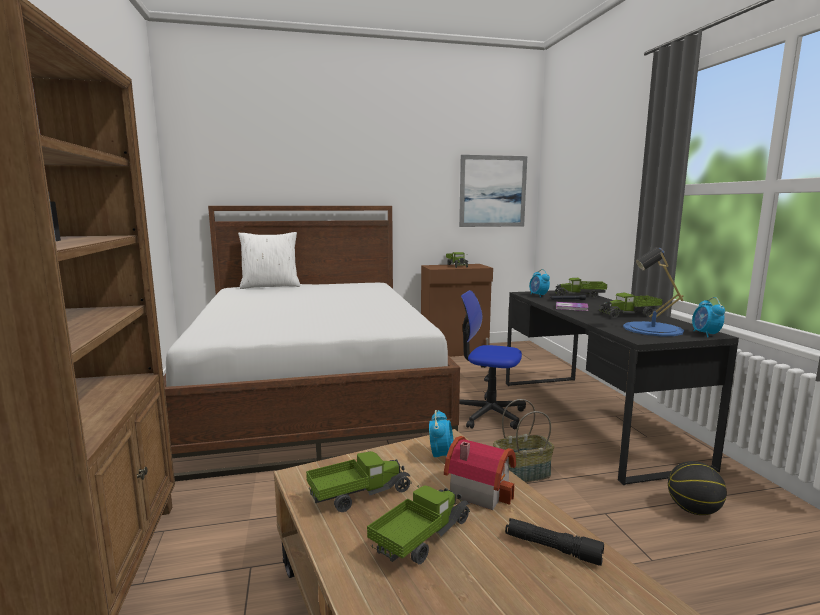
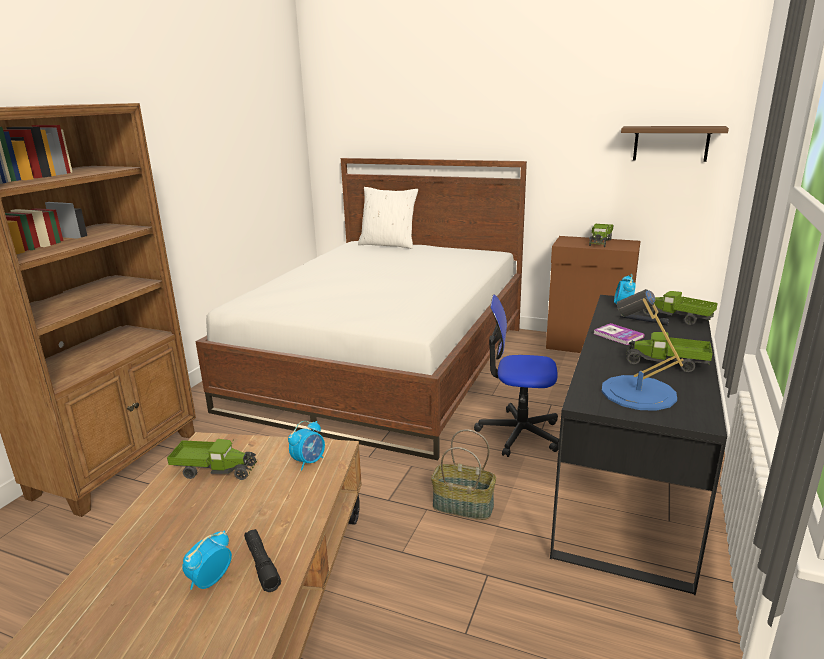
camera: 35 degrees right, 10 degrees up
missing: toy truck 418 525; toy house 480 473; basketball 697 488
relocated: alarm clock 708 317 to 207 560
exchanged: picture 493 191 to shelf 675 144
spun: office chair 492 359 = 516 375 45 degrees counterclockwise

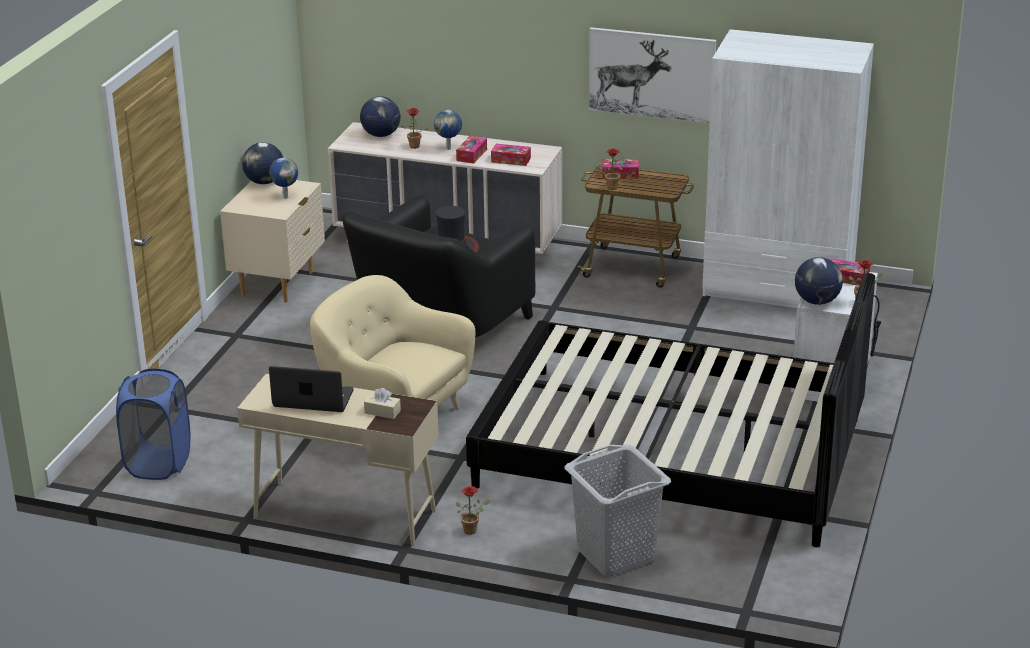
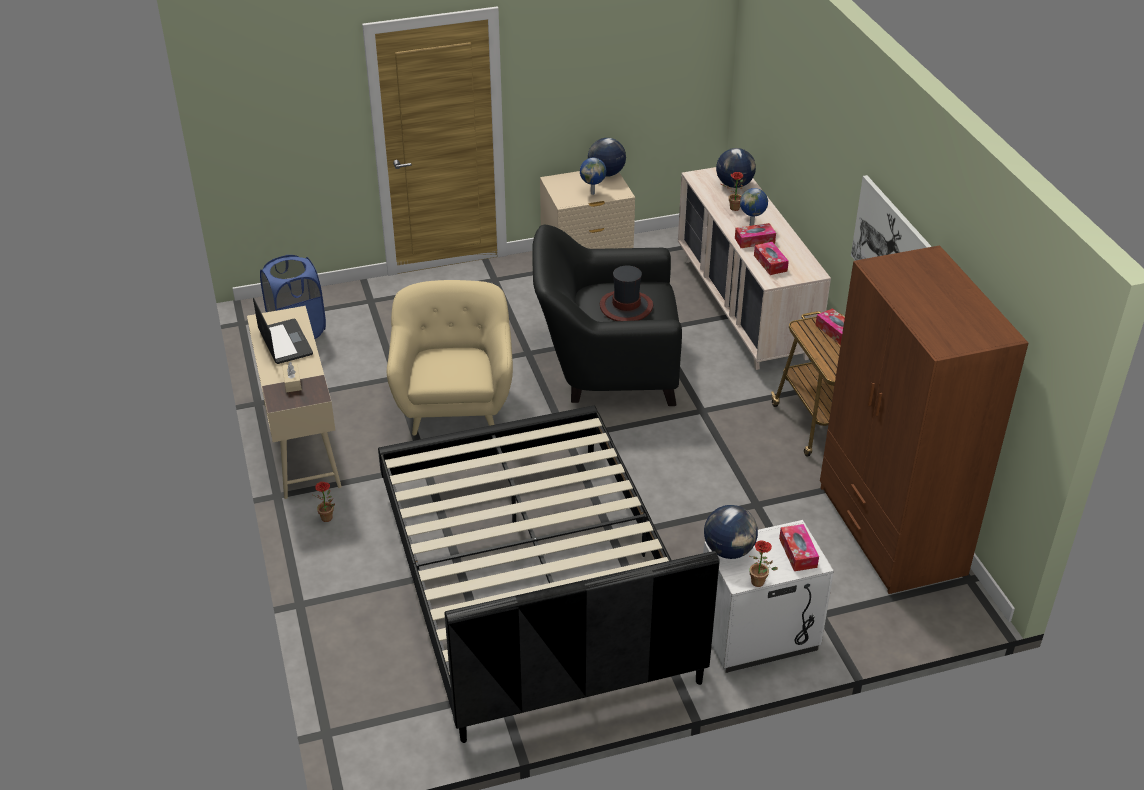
camera: 55 degrees right, 10 degrees up
missing: grey laundry basket 617 511; potted plant 611 169
colour: white wardrobe 788 168 to brown wardrobe 924 419

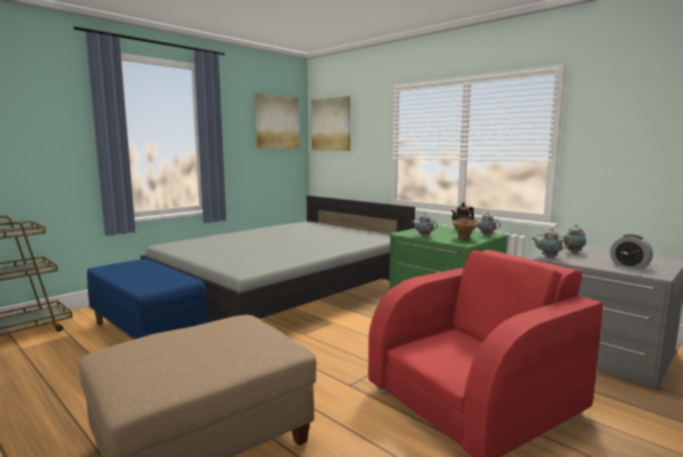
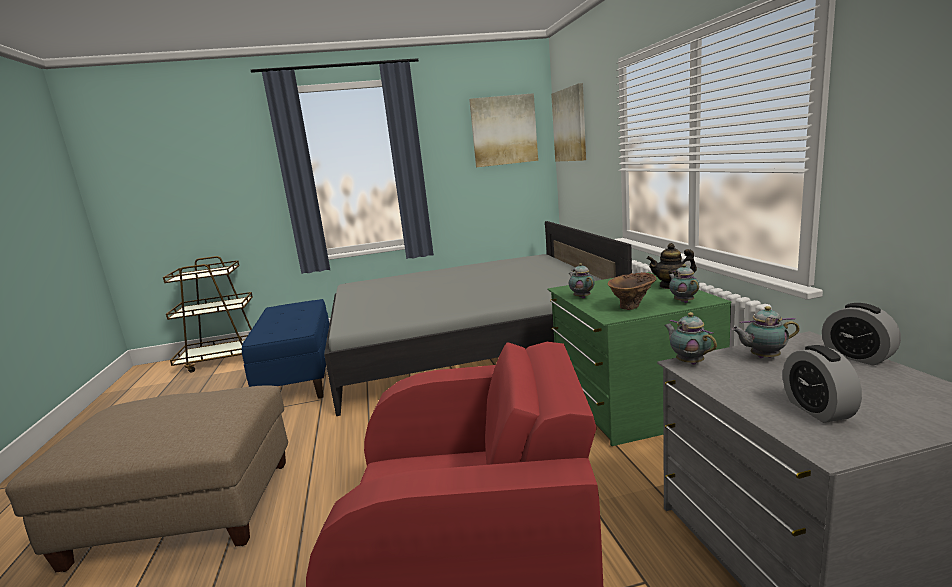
camera: 35 degrees right, 5 degrees up
appeared: alarm clock 861 334

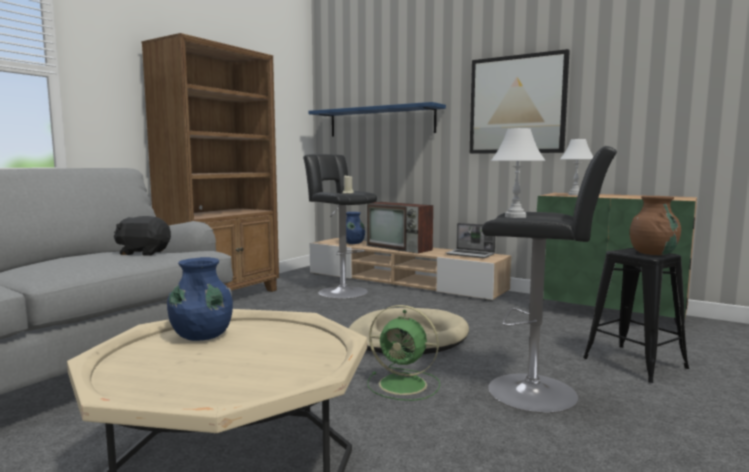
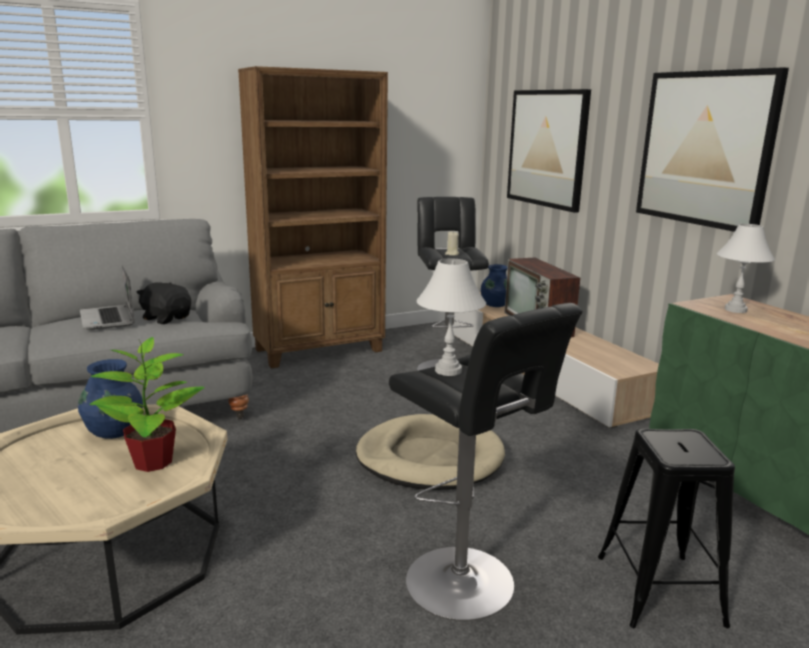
camera: 30 degrees right, 10 degrees up
missing: green fan 404 353; brown vase 655 225
appeared: potted plant 147 404
relocated: laptop 471 240 to 107 297
exchanged: blue shelf 377 119 to picture 549 151

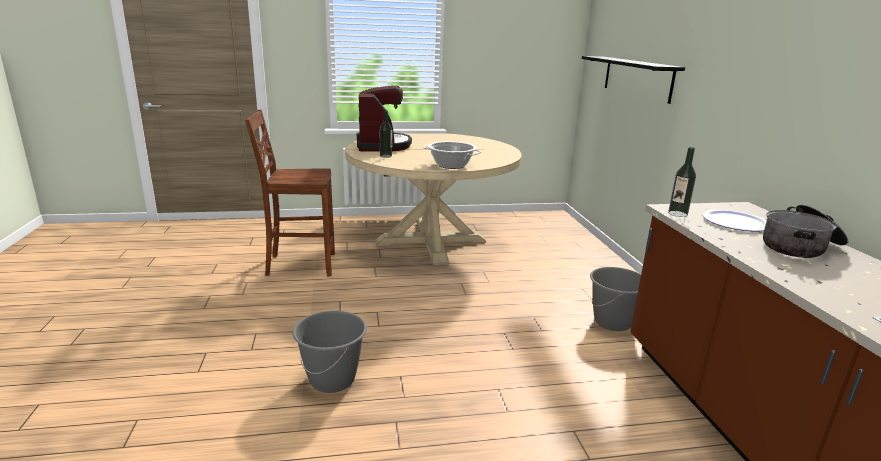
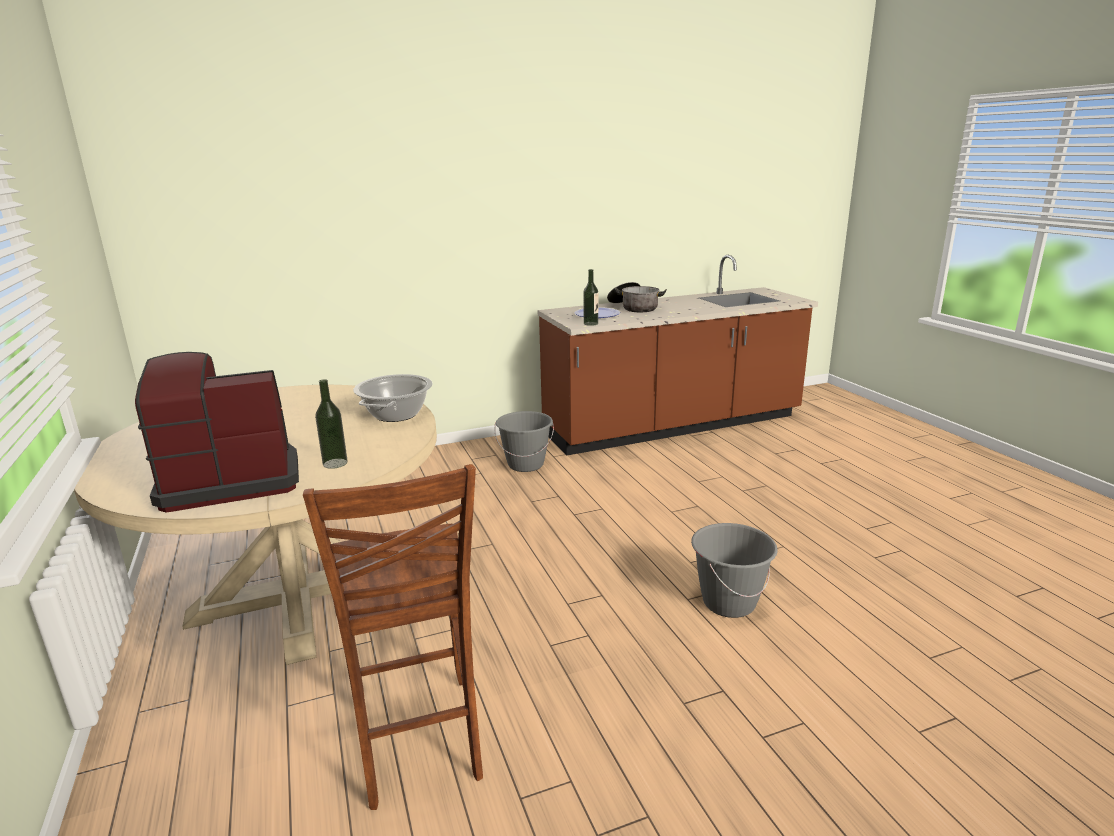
camera: 100 degrees left, 0 degrees up
missing: black shelf 633 80

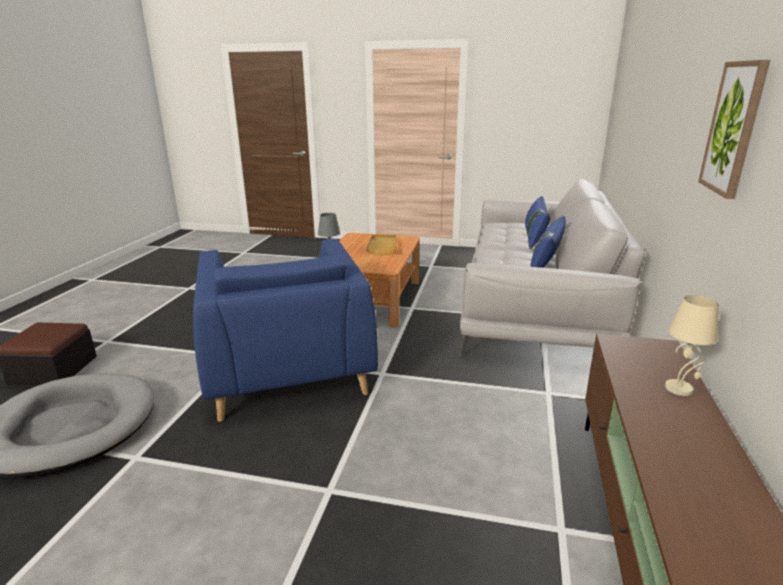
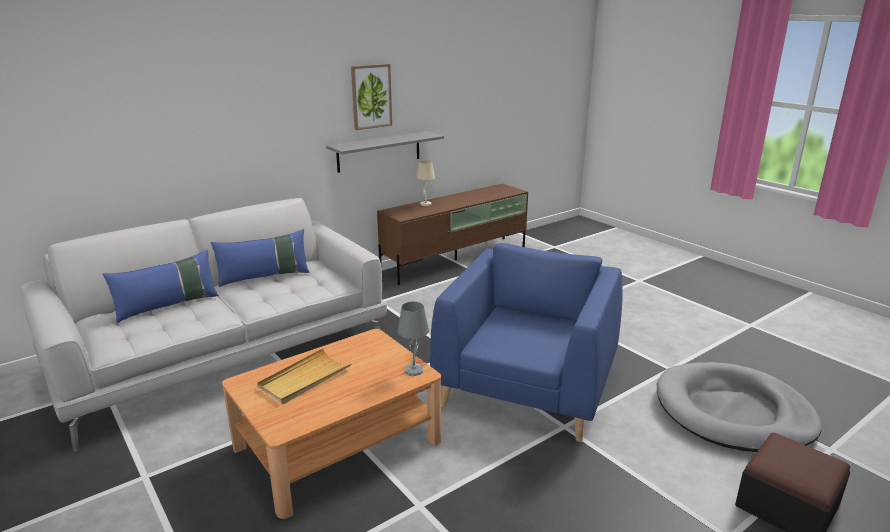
camera: 140 degrees left, 0 degrees up
appeared: grey shelf 385 152

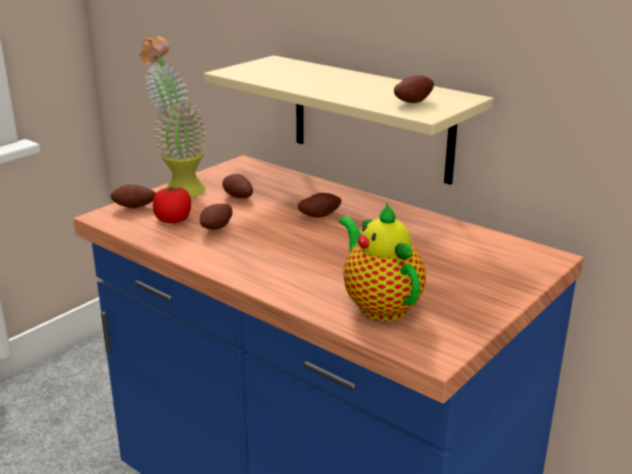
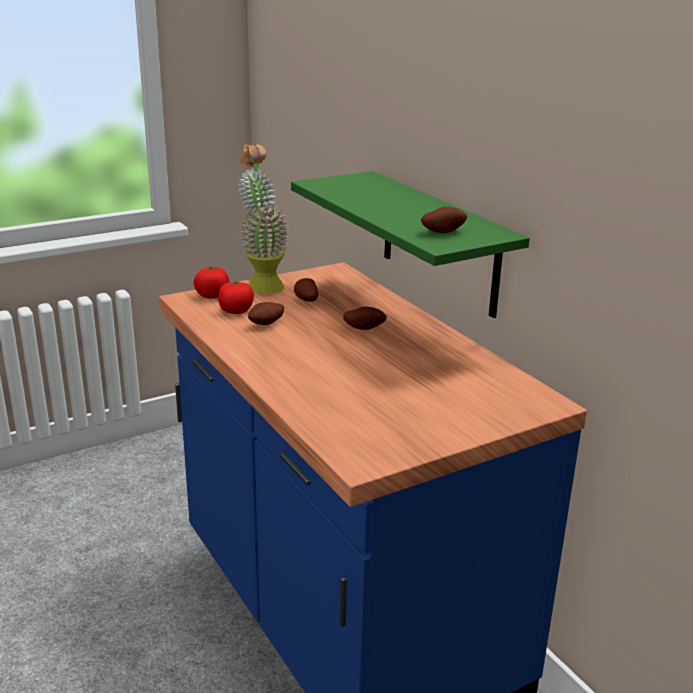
camera: 20 degrees right, 0 degrees up
missing: teapot 382 261
exchanged: potato 133 196 to tomato 211 282
colour: beige shelf 349 120 to green shelf 410 244

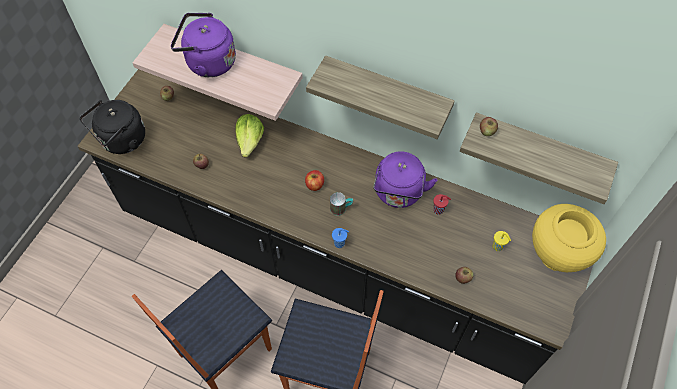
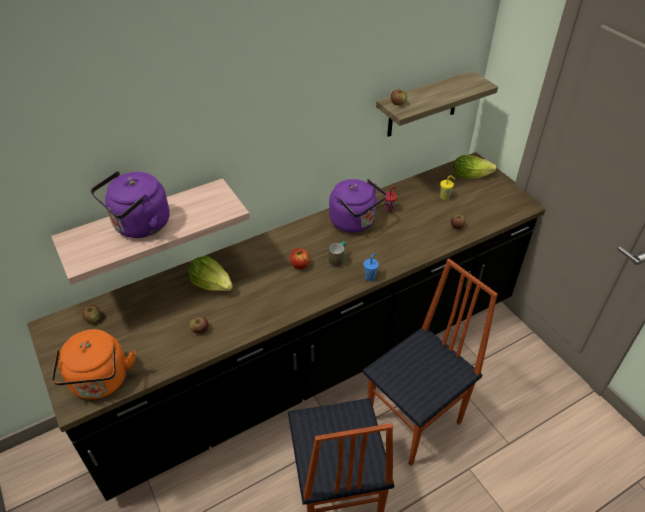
camera: 55 degrees left, 15 degrees down
missing: shelf 380 97
exchanged: yellow vase 569 238 to lettuce 475 167
colour: black kettle 112 127 to orange kettle 93 364

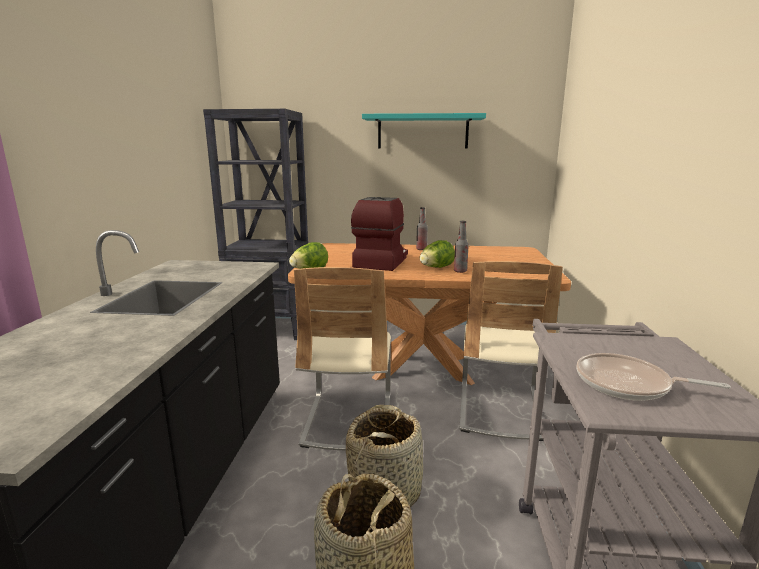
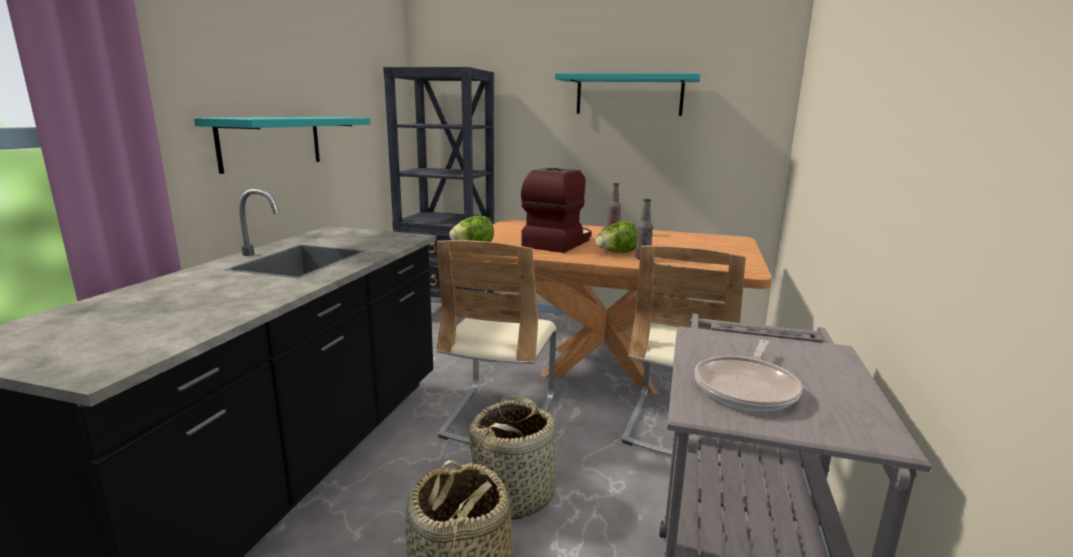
camera: 10 degrees right, 0 degrees up
appeared: turquoise shelf 282 145
spun: frying pan 653 377 = 748 375 90 degrees counterclockwise

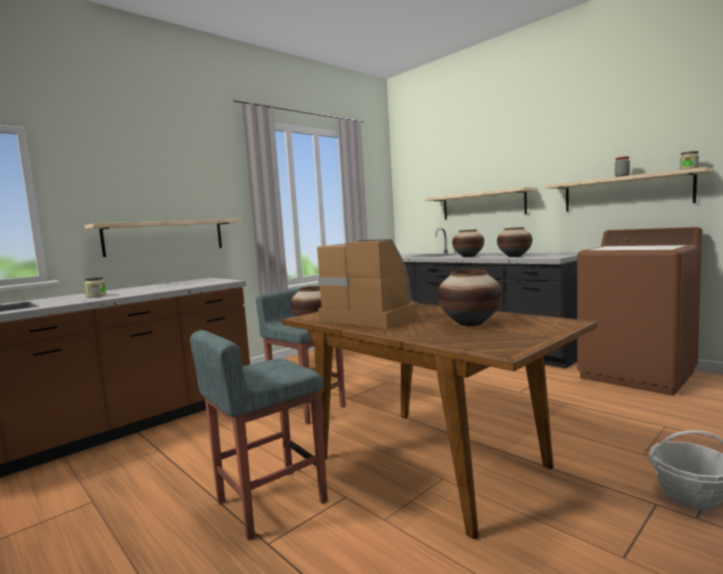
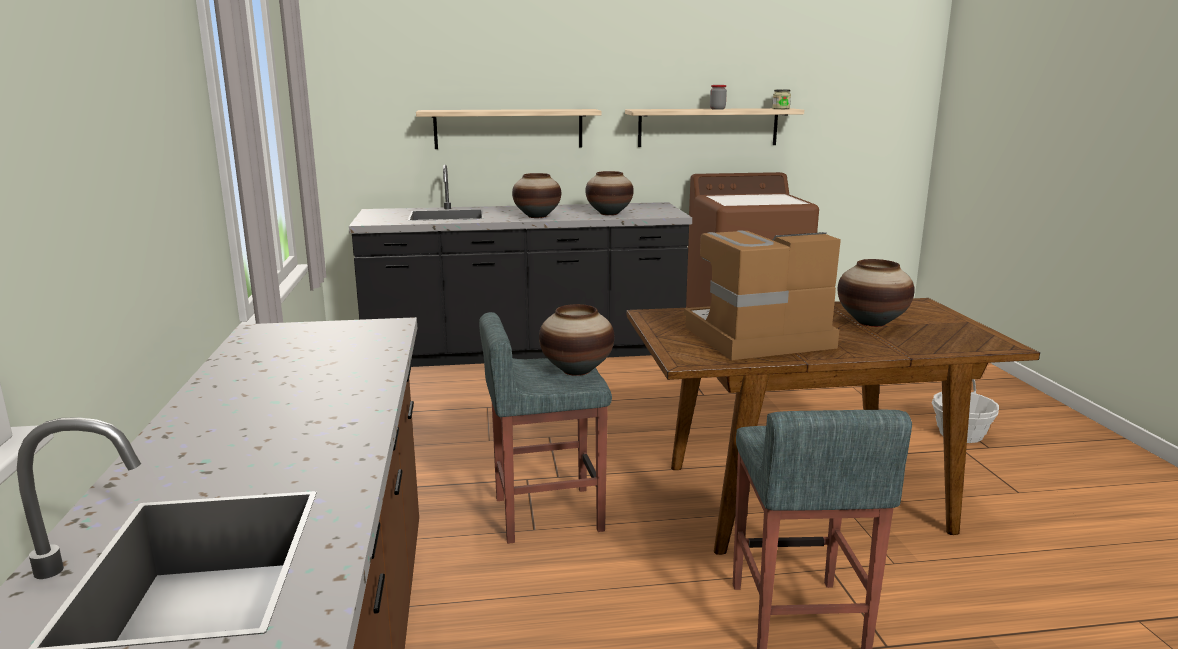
camera: 55 degrees left, 10 degrees up
missing: jar 95 287; shelf 163 238

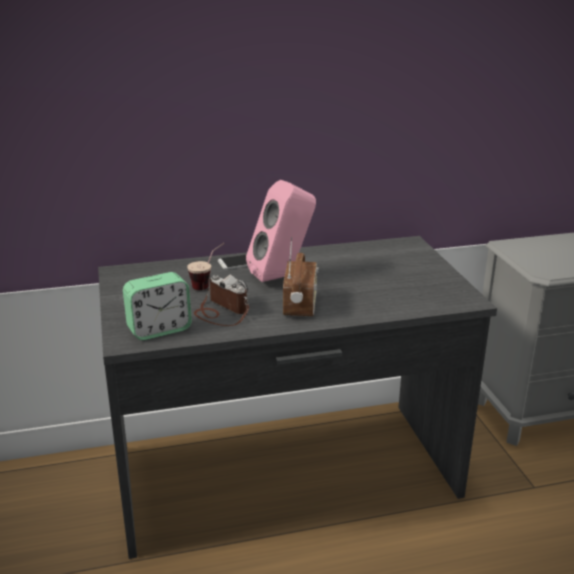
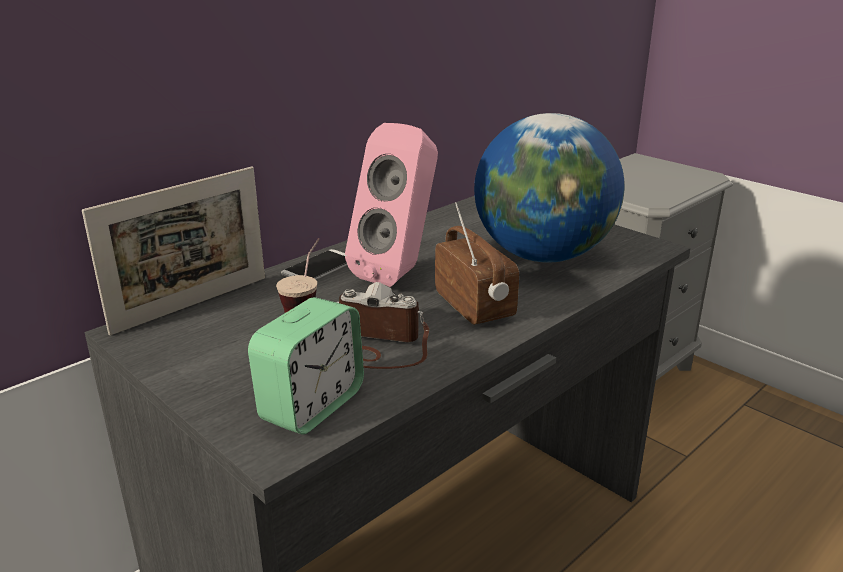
camera: 30 degrees left, 0 degrees up
appeared: picture frame 173 251; globe 549 188

